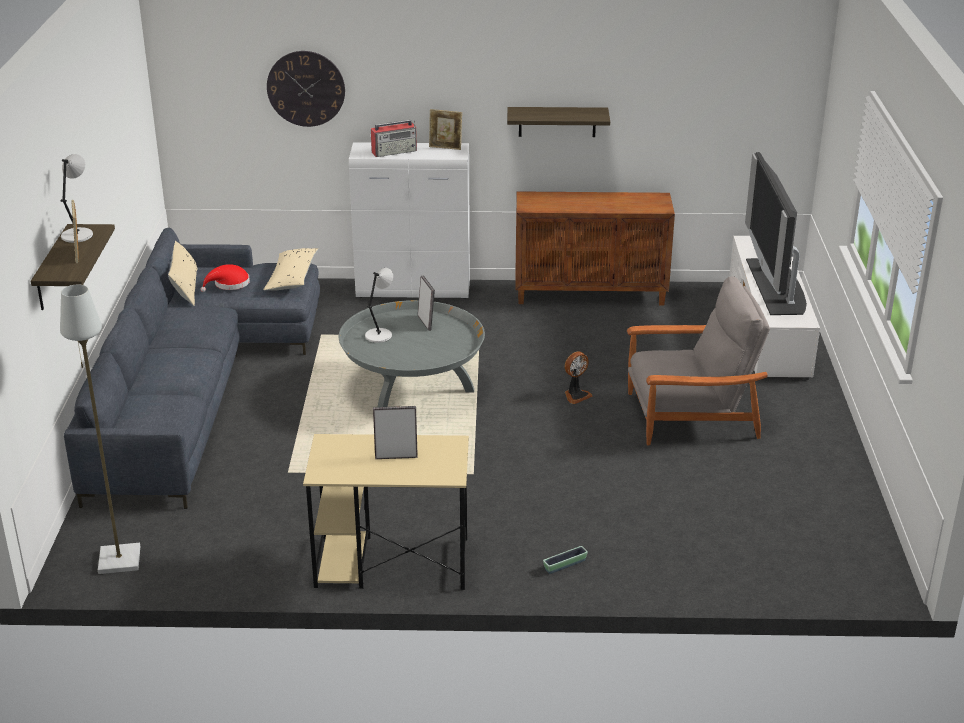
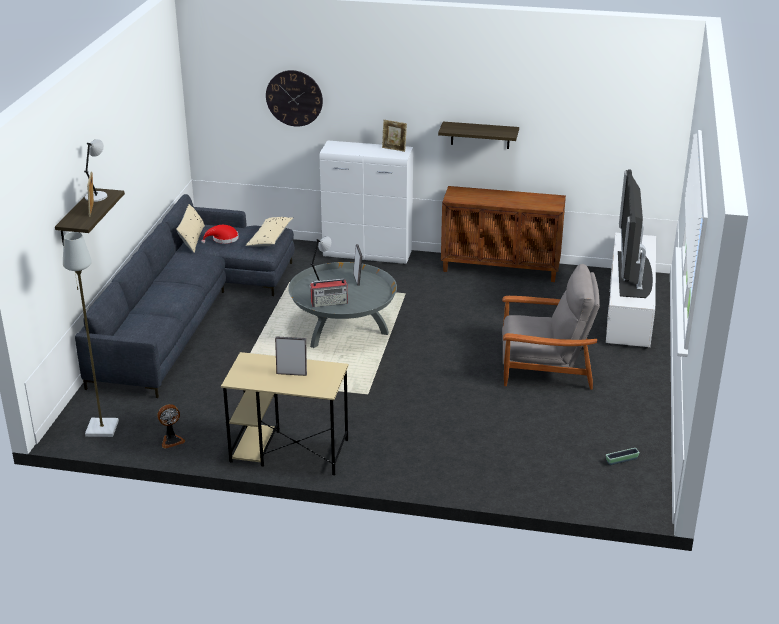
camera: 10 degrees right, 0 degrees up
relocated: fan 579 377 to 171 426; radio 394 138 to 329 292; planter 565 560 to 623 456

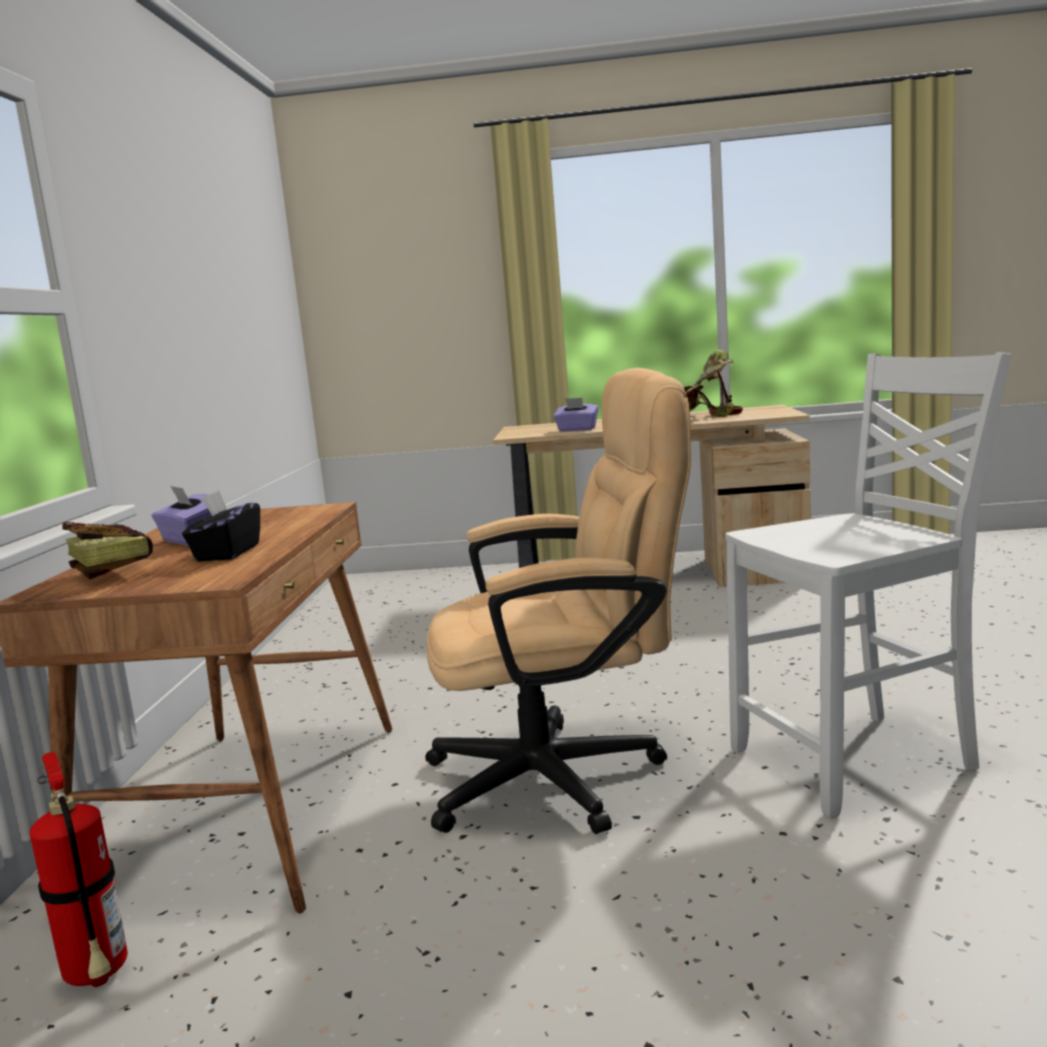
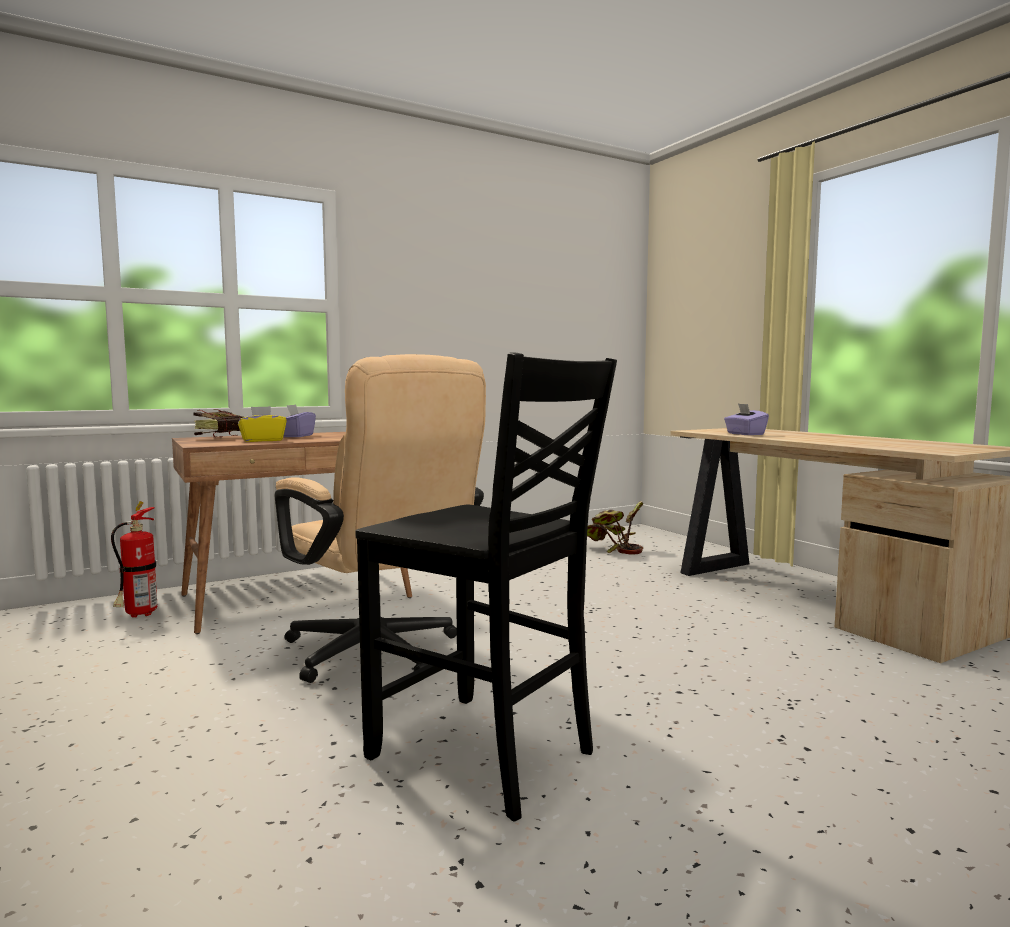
camera: 55 degrees right, 5 degrees down
relocated: potted plant 713 383 to 615 527
colour: black tissue box 221 525 to yellow tissue box 262 424; white chair 868 585 to black chair 486 587

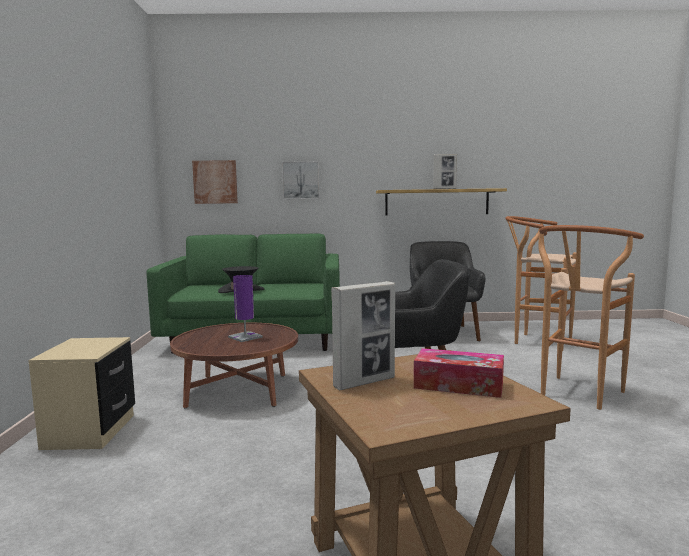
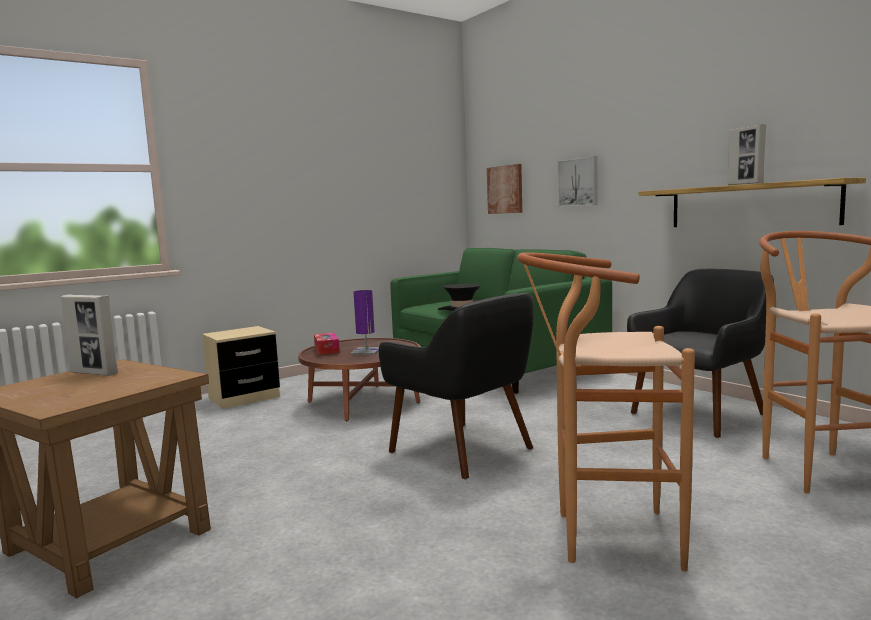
camera: 55 degrees right, 0 degrees up
relocated: tissue box 459 373 to 327 343

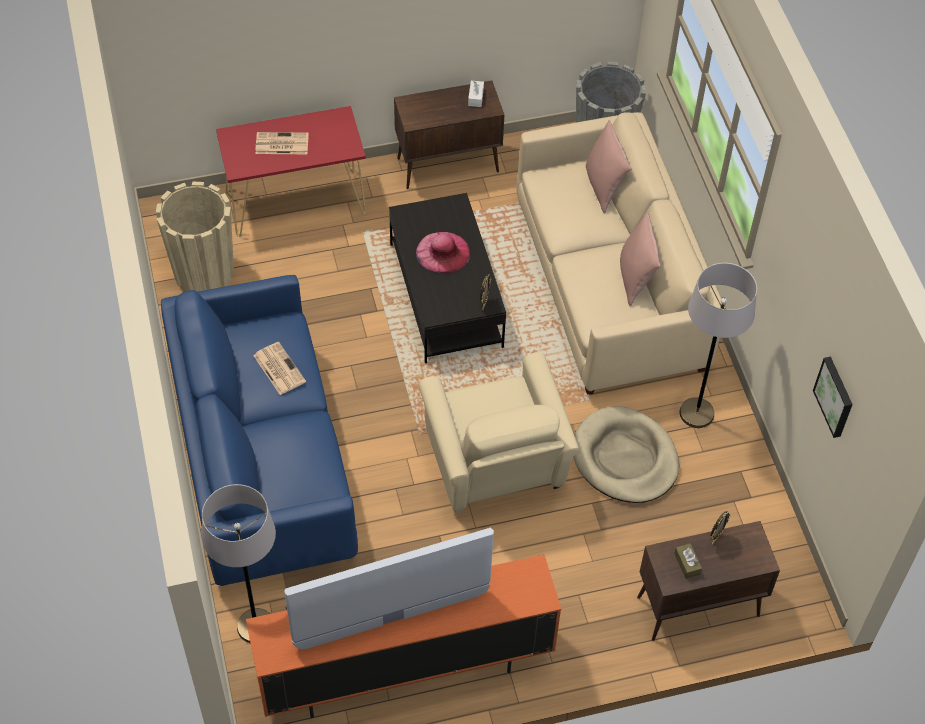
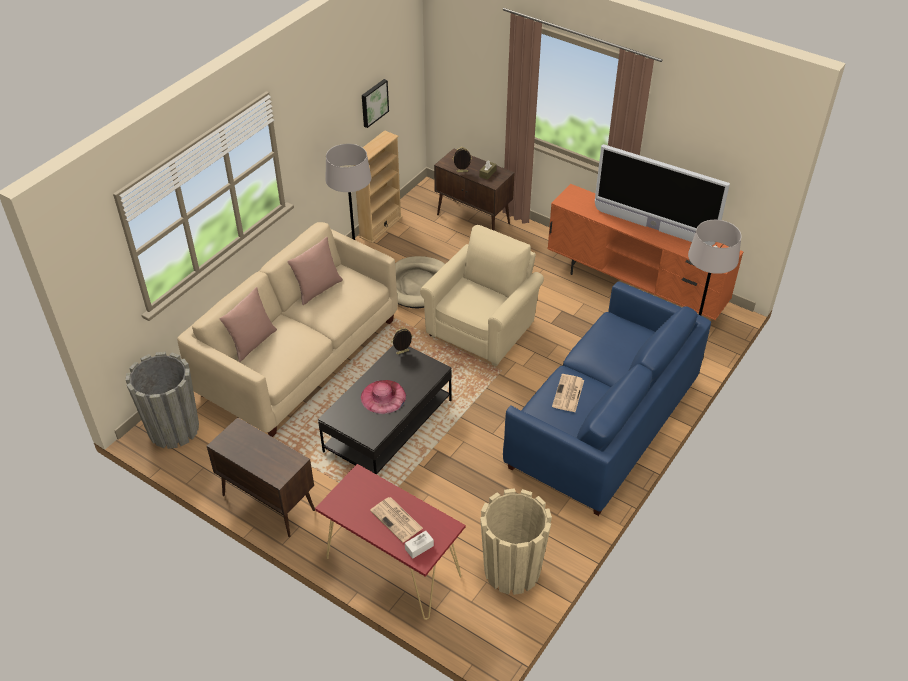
camera: 130 degrees left, 10 degrees down
appeared: beige bookcase 378 186
relocated: white tissue box 476 94 to 419 545

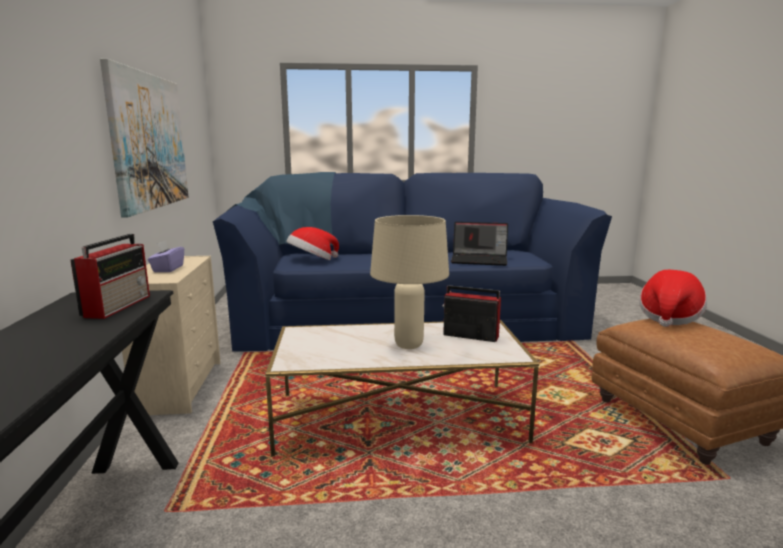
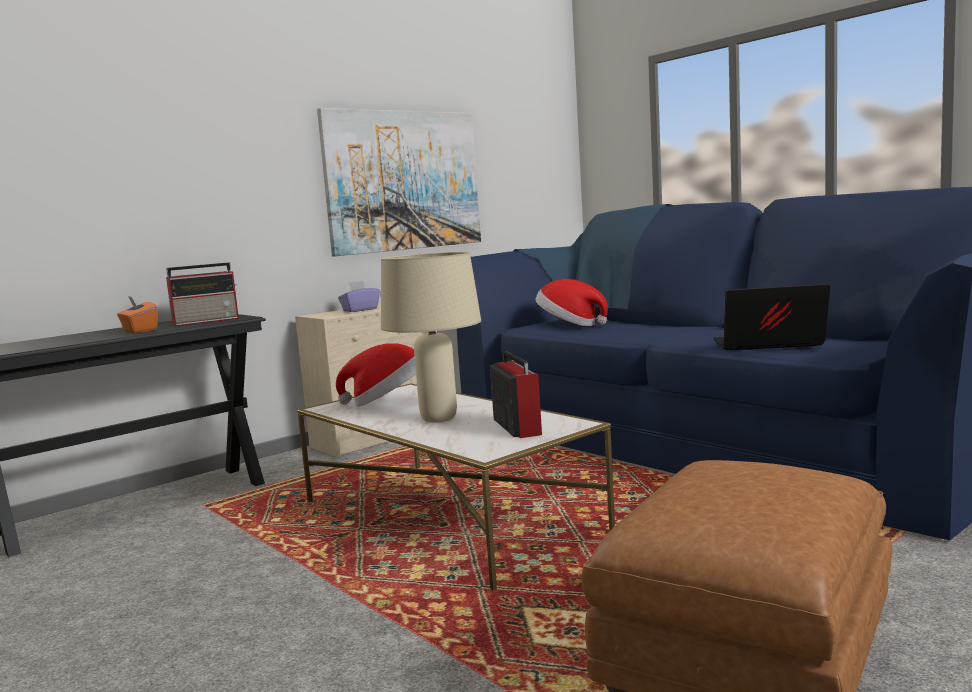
camera: 55 degrees right, 5 degrees down
appeared: orange tissue box 137 314
relocated: hat 673 298 to 376 375
spun: laptop 479 244 = 772 317 120 degrees clockwise

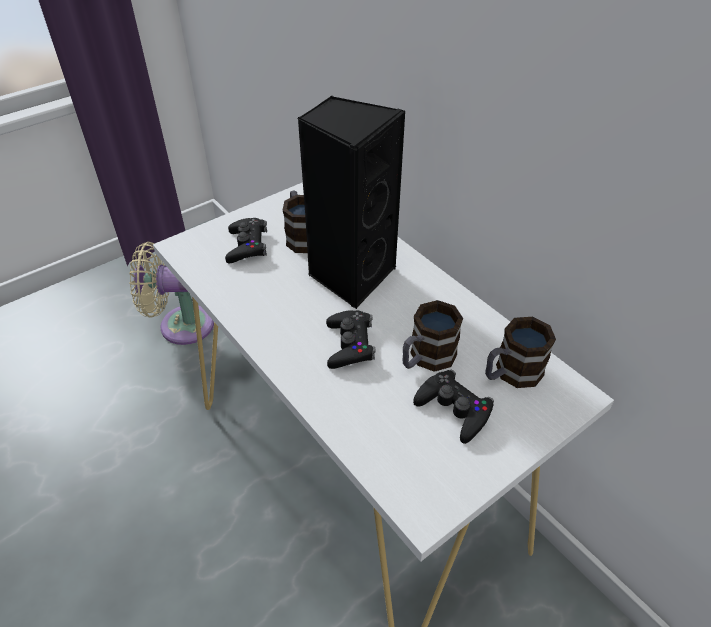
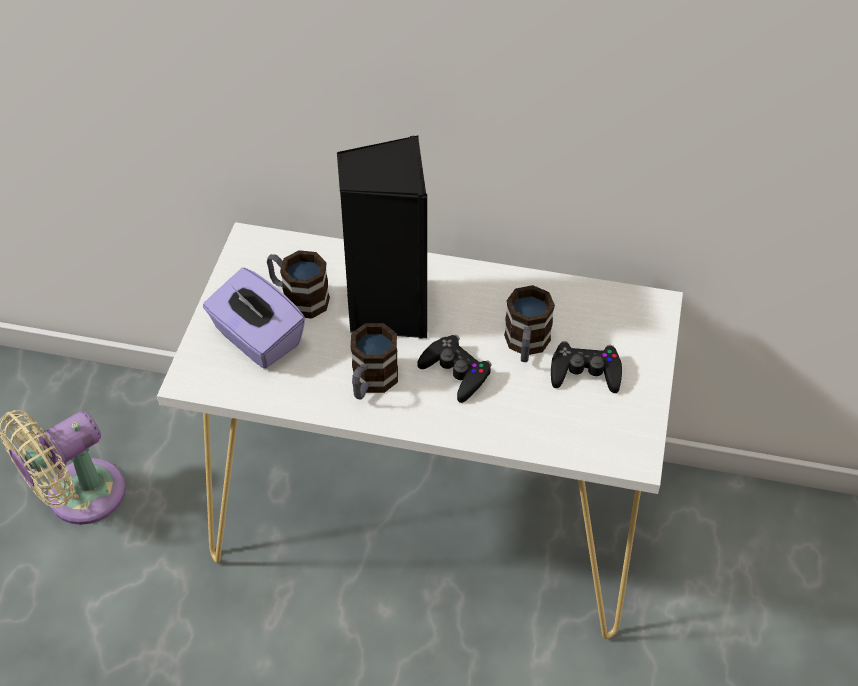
camera: 40 degrees left, 5 degrees up
relocated: mug 520 352 to 374 361
exchanged: black game controller 246 240 to purple tissue box 254 318

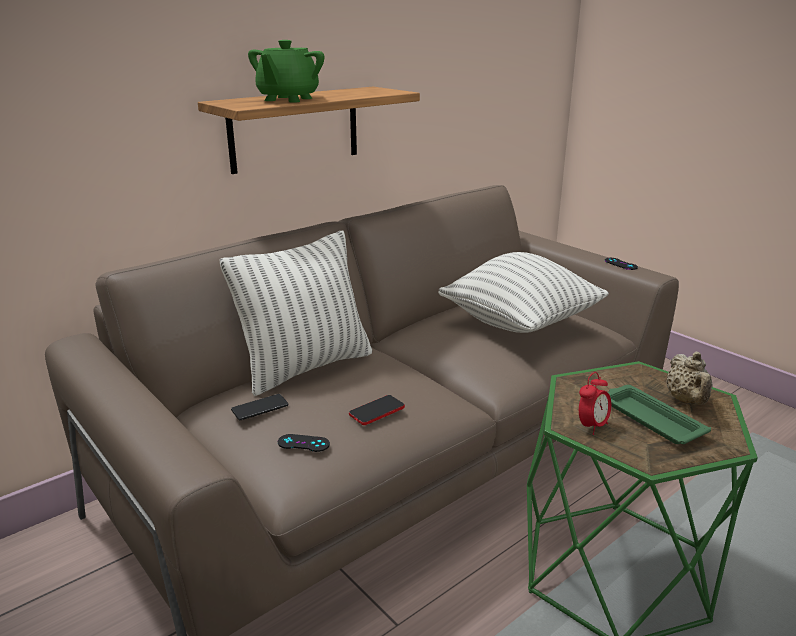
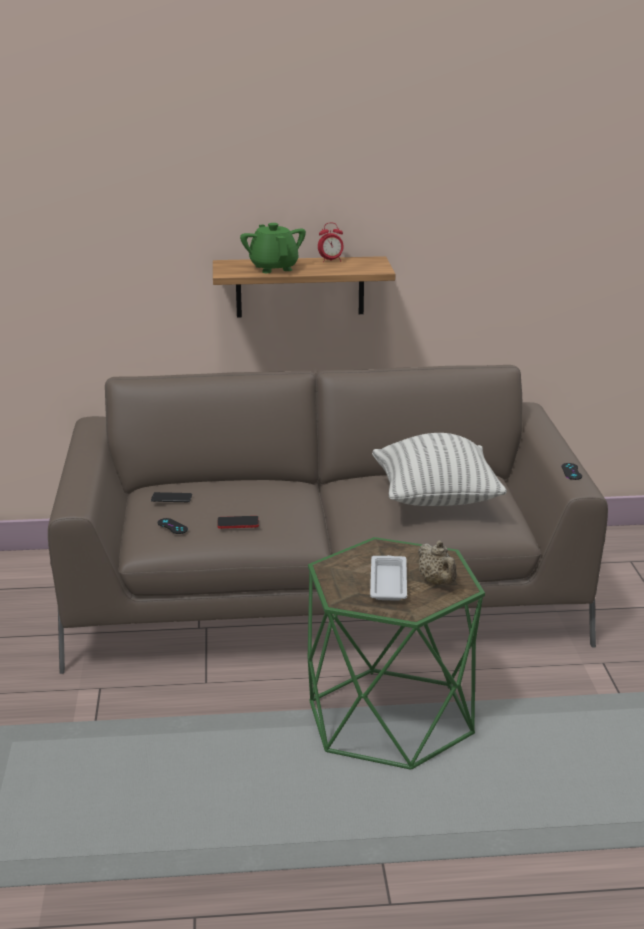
camera: 35 degrees right, 0 degrees up
missing: pillow 296 313
relocated: alarm clock 595 403 to 331 242
colour: green tray 659 414 to white tray 388 578
spun: green teapot 286 71 = 273 248 105 degrees clockwise; beige teapot 689 378 = 437 562 60 degrees counterclockwise

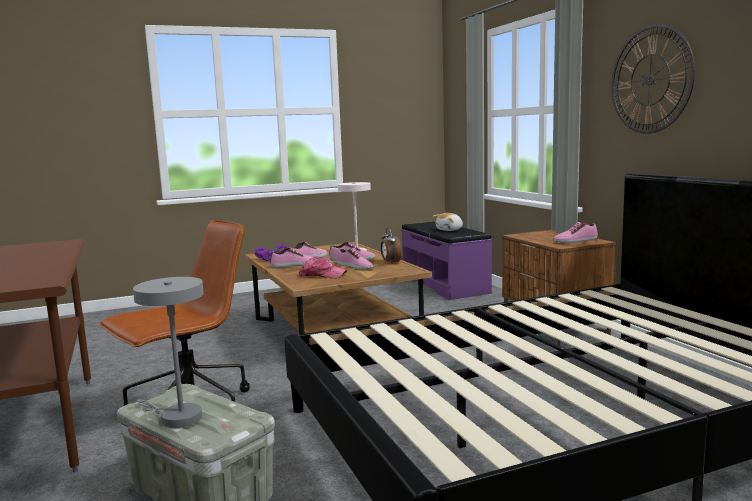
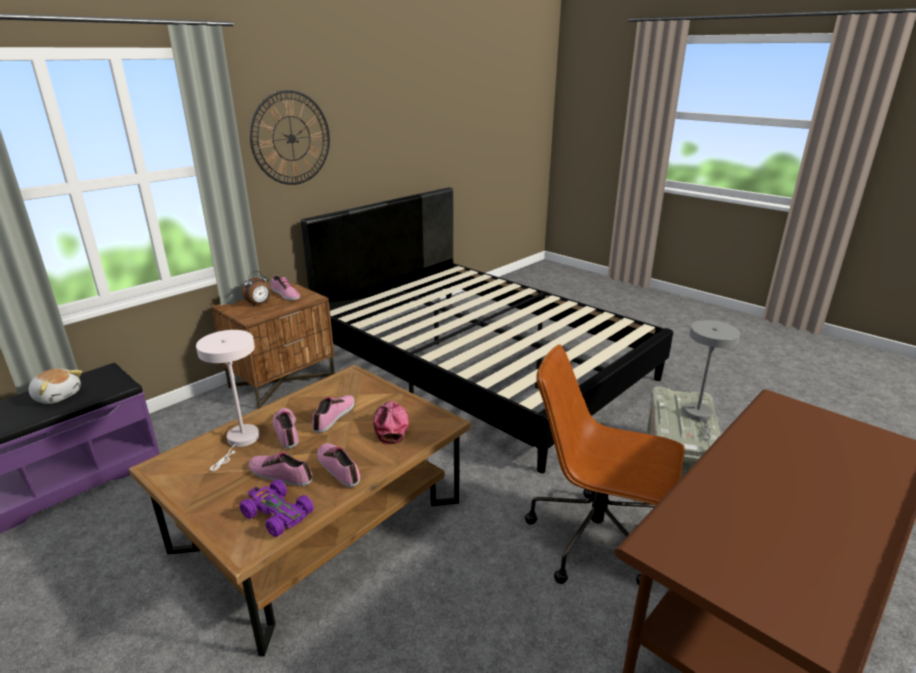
camera: 115 degrees left, 15 degrees up
relocated: alarm clock 391 246 to 256 289

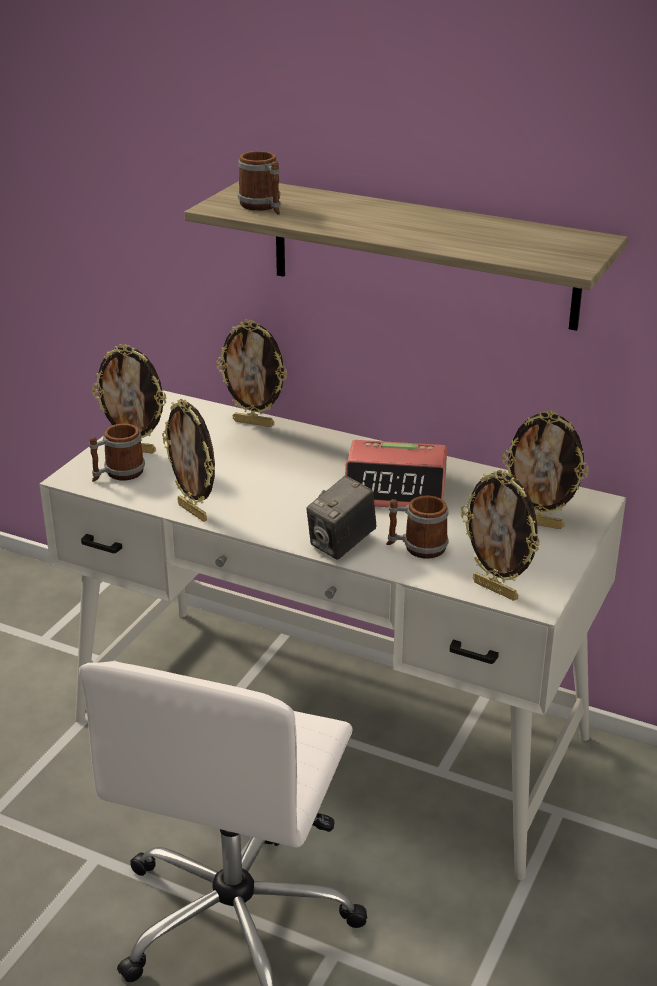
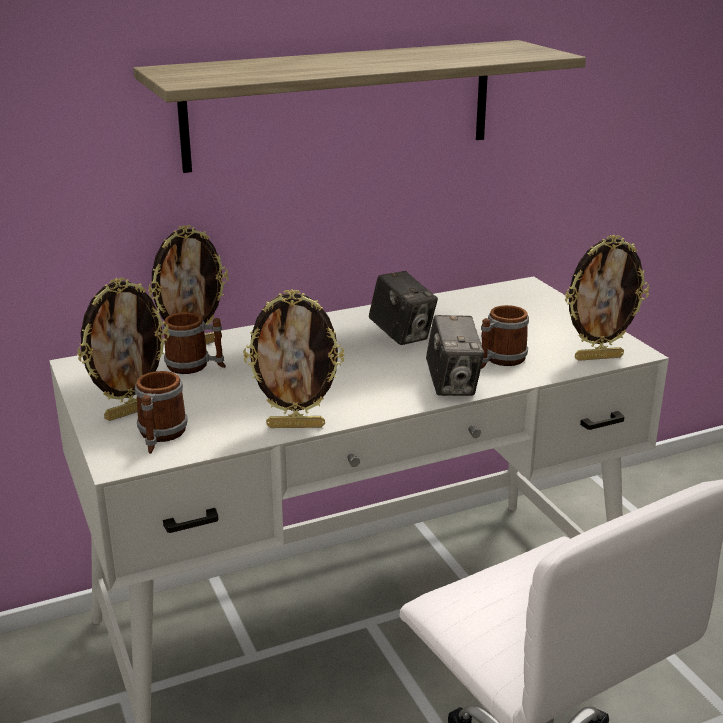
camera: 50 degrees left, 5 degrees down
missing: picture frame 545 469
relocated: mug 259 183 to 194 343
exchanged: alarm clock 396 473 to photo camera 403 308

